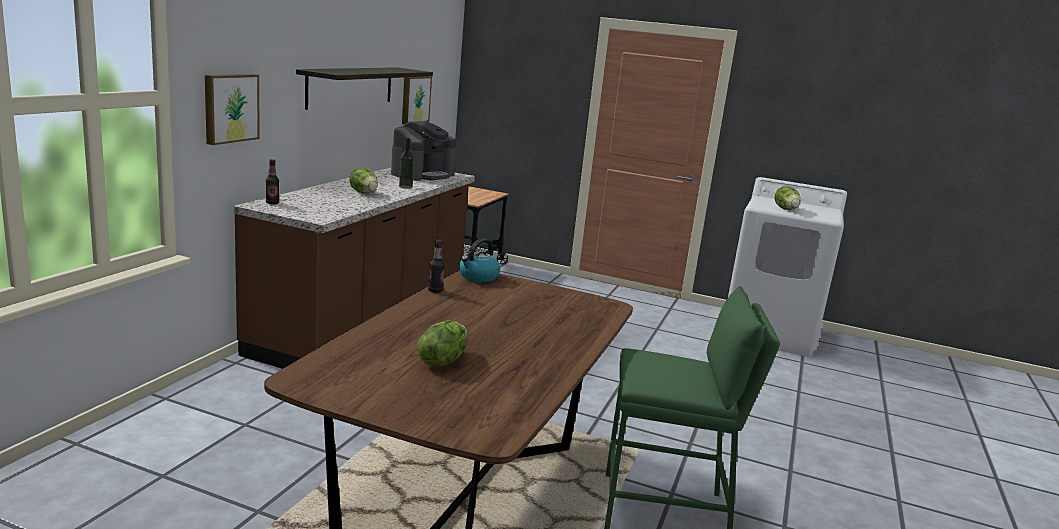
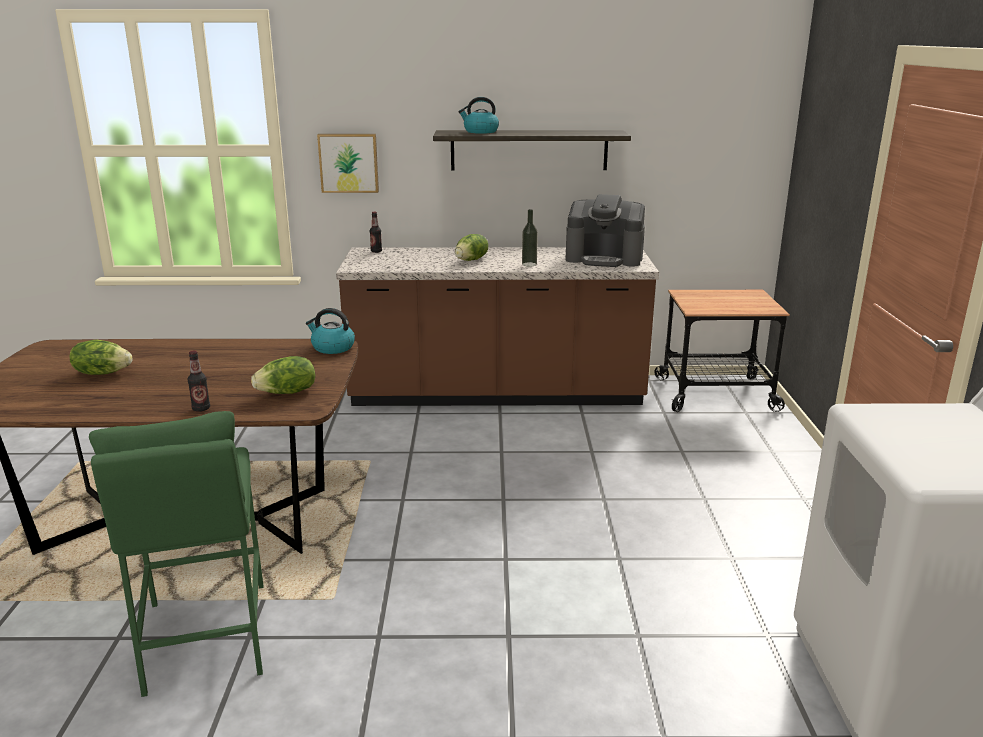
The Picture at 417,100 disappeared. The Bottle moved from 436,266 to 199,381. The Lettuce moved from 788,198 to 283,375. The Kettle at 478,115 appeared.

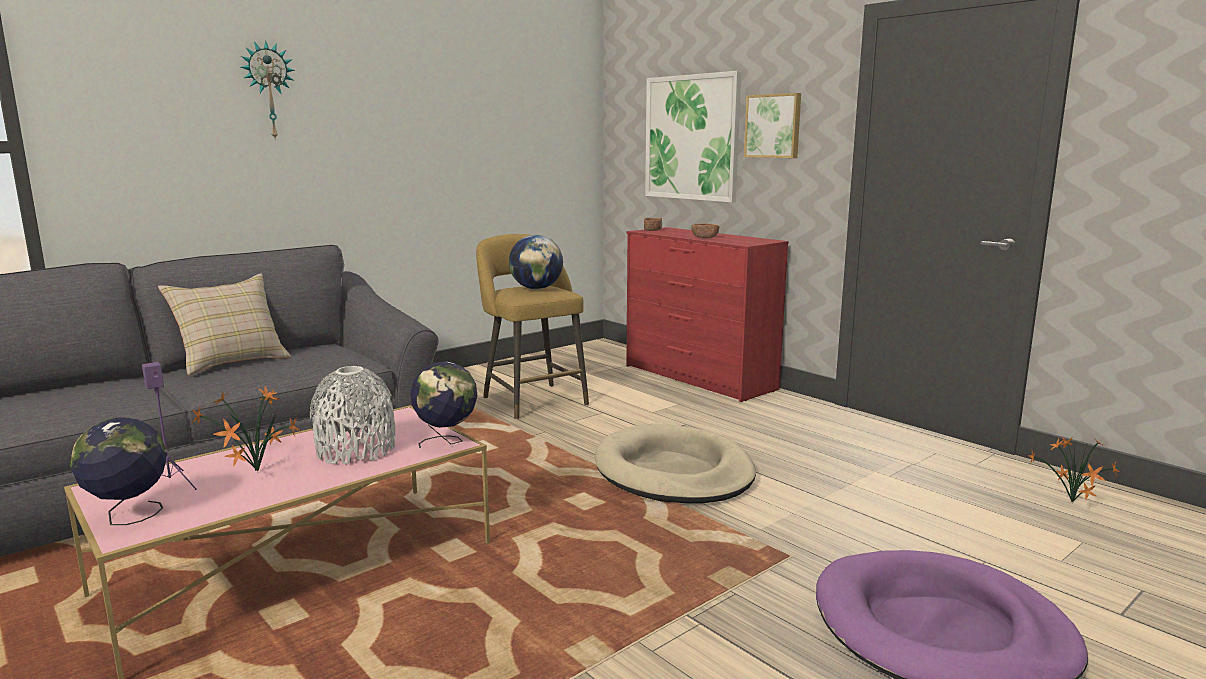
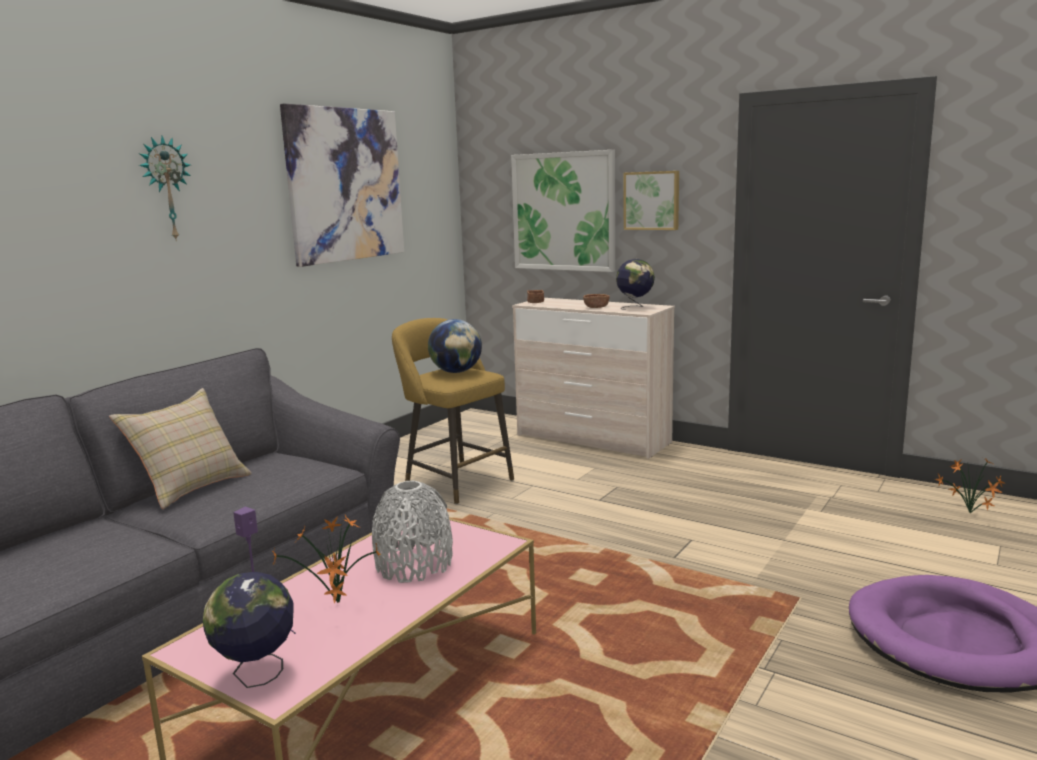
The Globe moved from 443,405 to 635,284. The BeigeDogBed at 675,464 disappeared. The RedDresser at 707,314 became the BeigeDresser at 593,378. The Picture at 342,185 appeared.

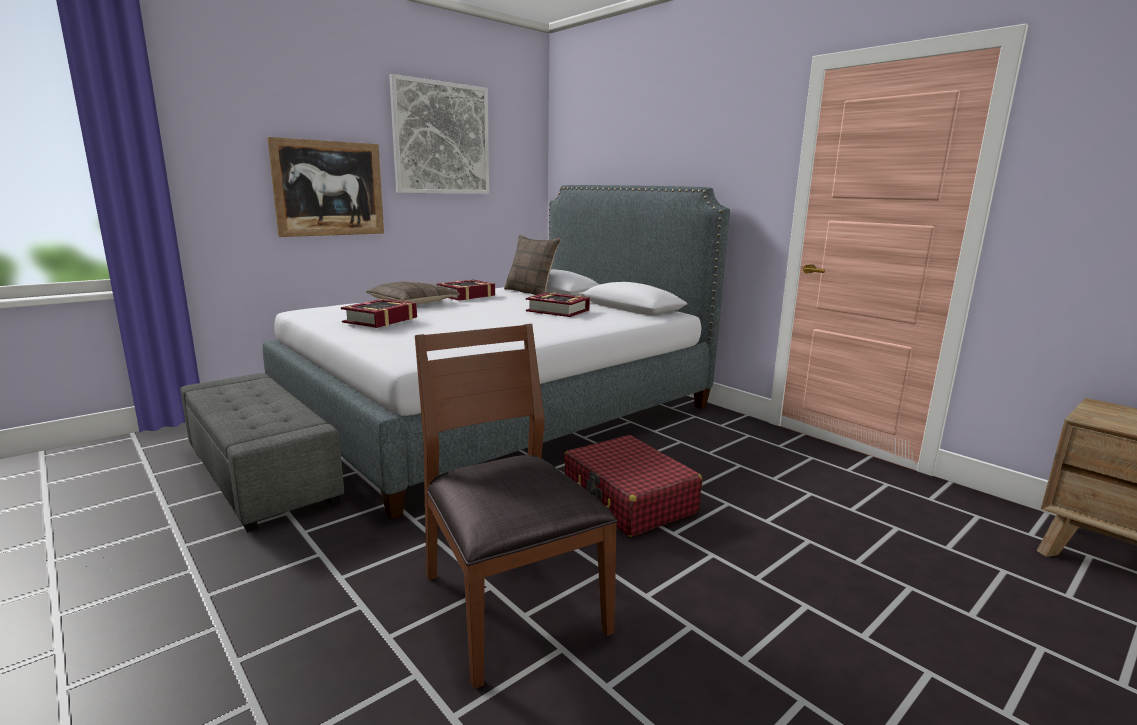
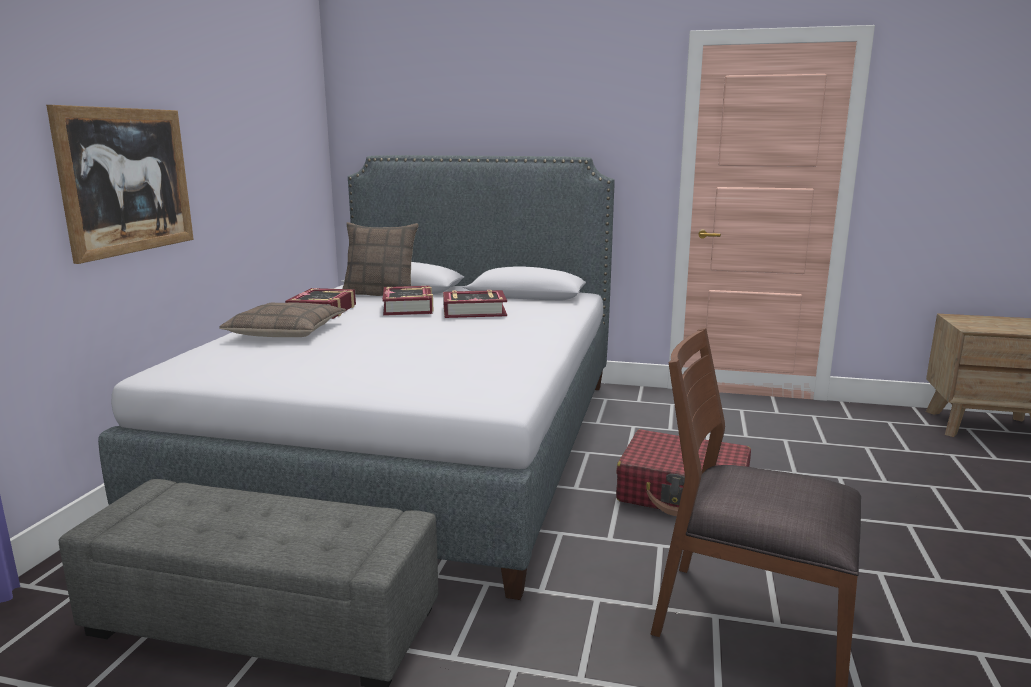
The Book moved from 379,313 to 408,301. The Picture at 439,134 disappeared.

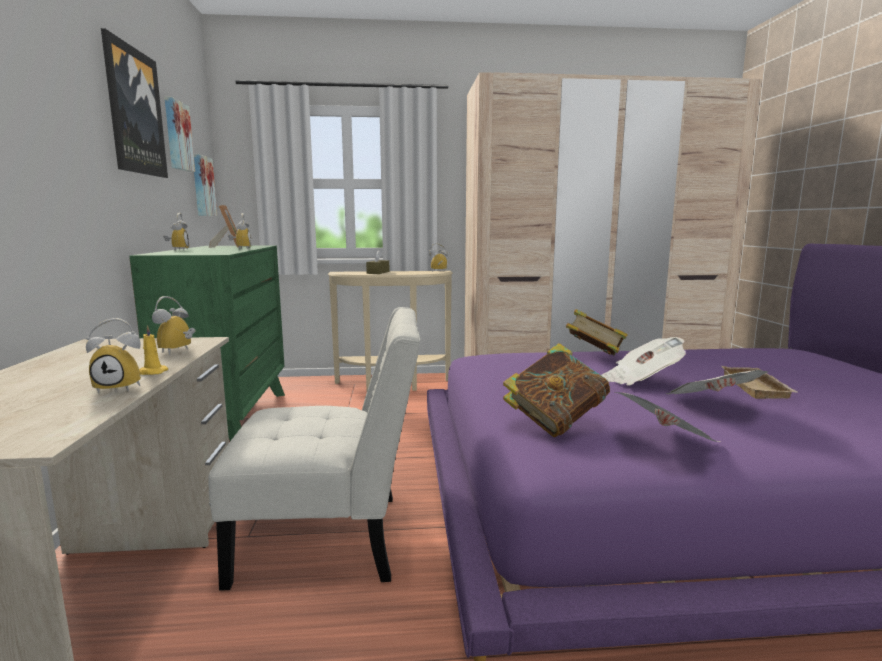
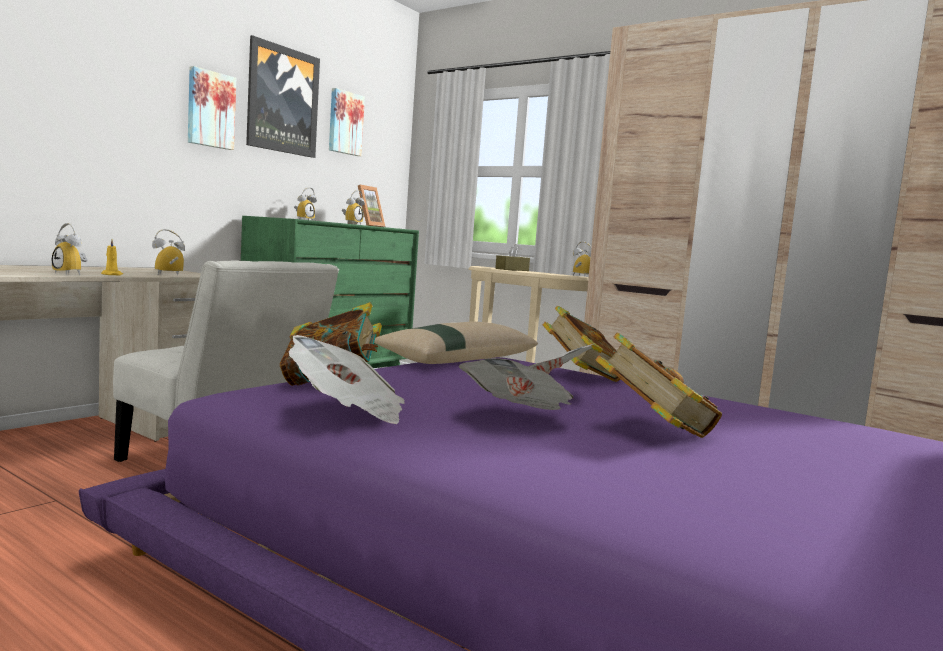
The Picture moved from 205,185 to 212,108. The BeigeTray at 760,382 was replaced by the Book at 658,385. The BeigePillow at 456,342 appeared.

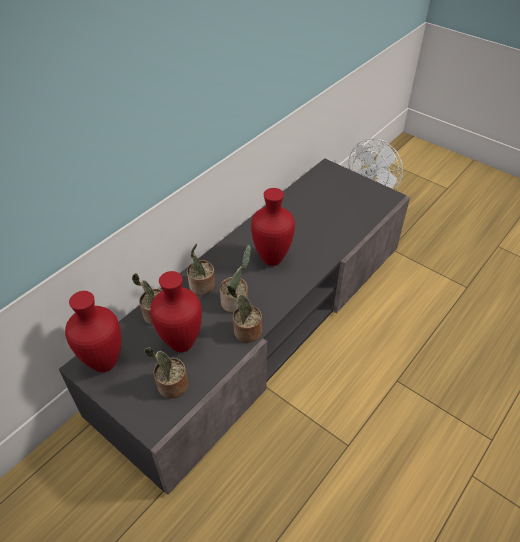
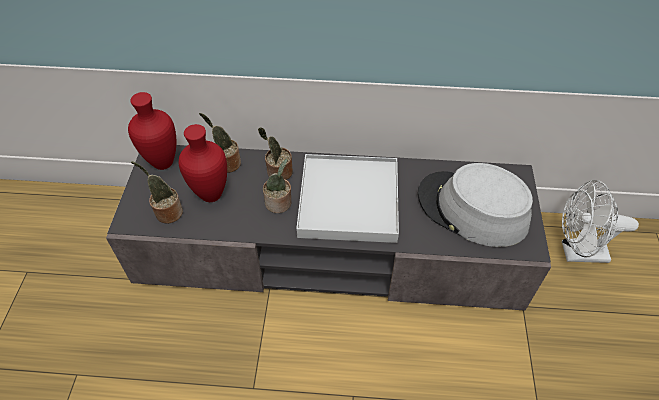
The PottedPlant at 244,314 disappeared. The RedVase at 273,227 was replaced by the WhiteTray at 347,198. The GreyHat at 475,205 appeared.

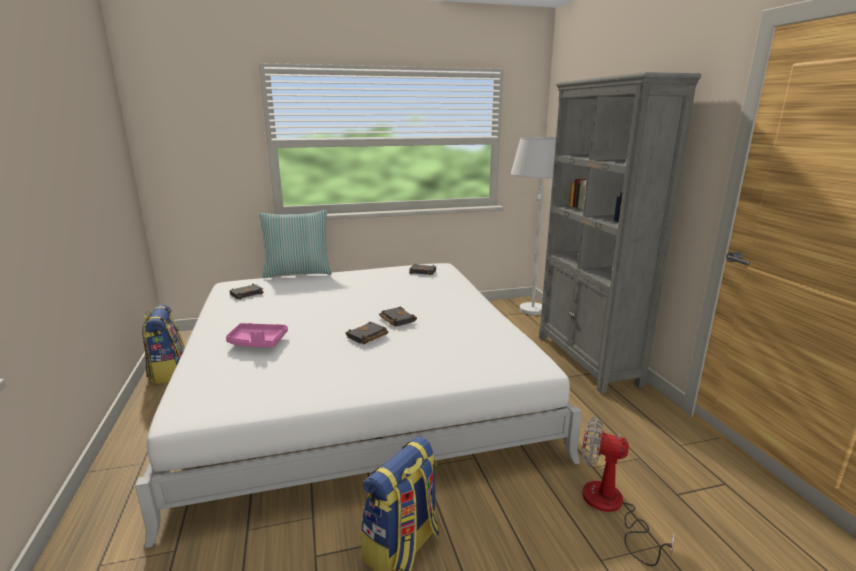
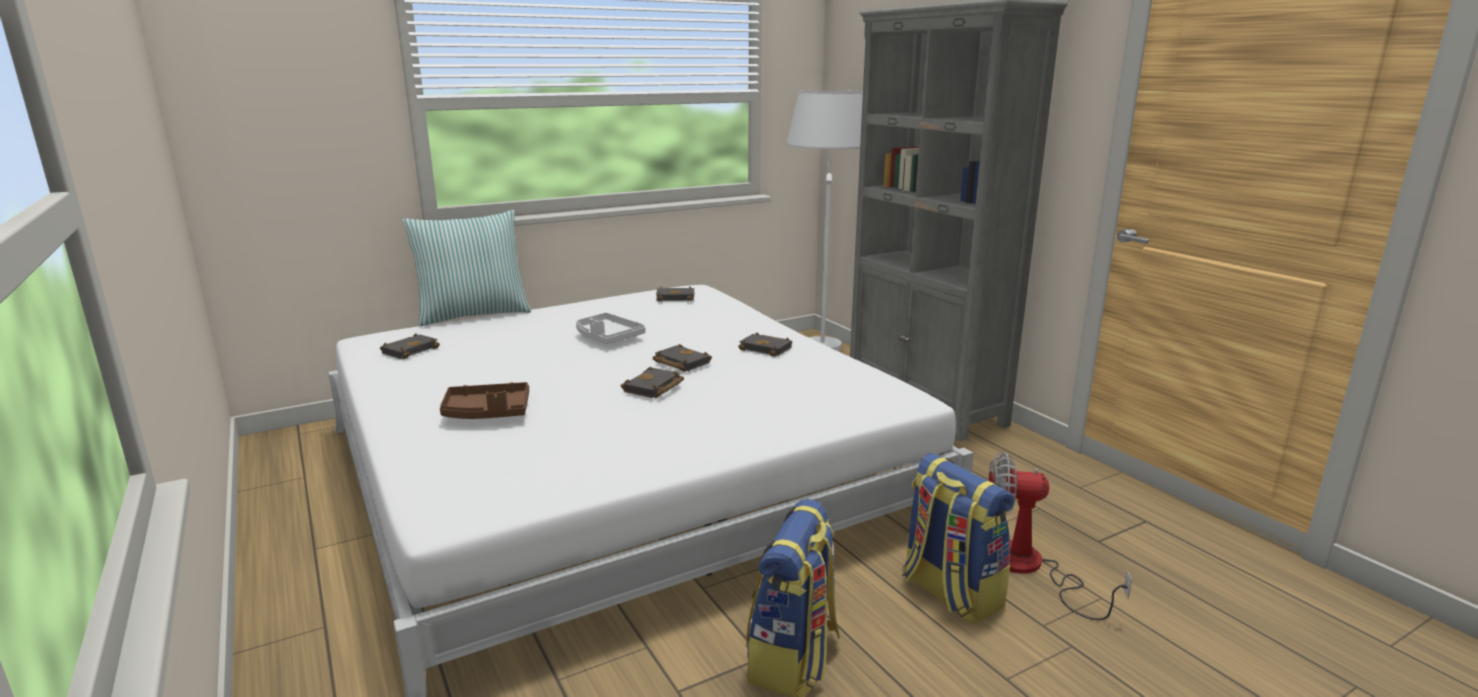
The Backpack moved from 163,344 to 958,538. The PinkTray at 257,335 became the BrownTray at 484,400. The GreyTray at 611,328 appeared. The BlackBook at 765,344 appeared.

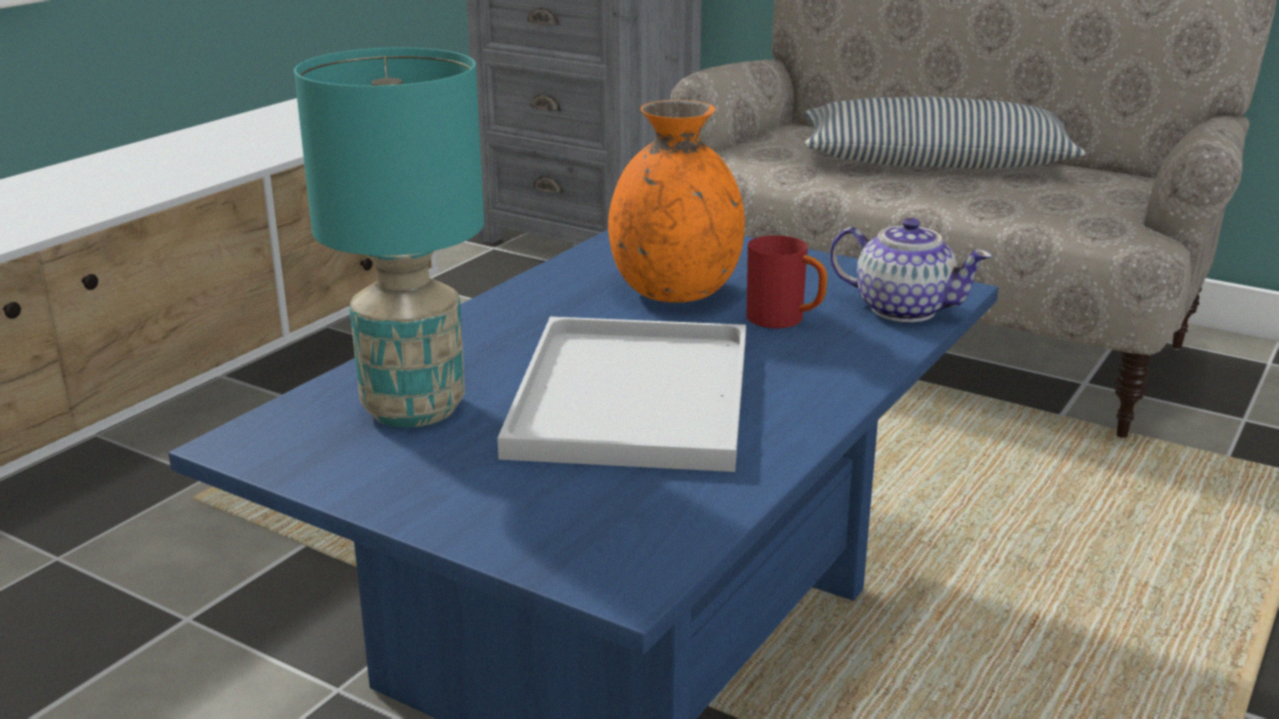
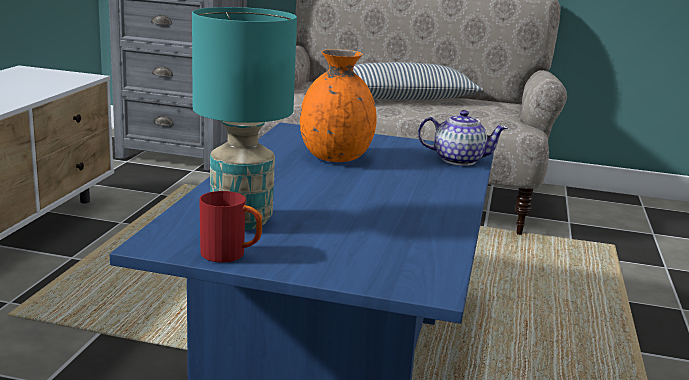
The WhiteTray at 621,394 disappeared. The RedMug moved from 787,281 to 231,227.

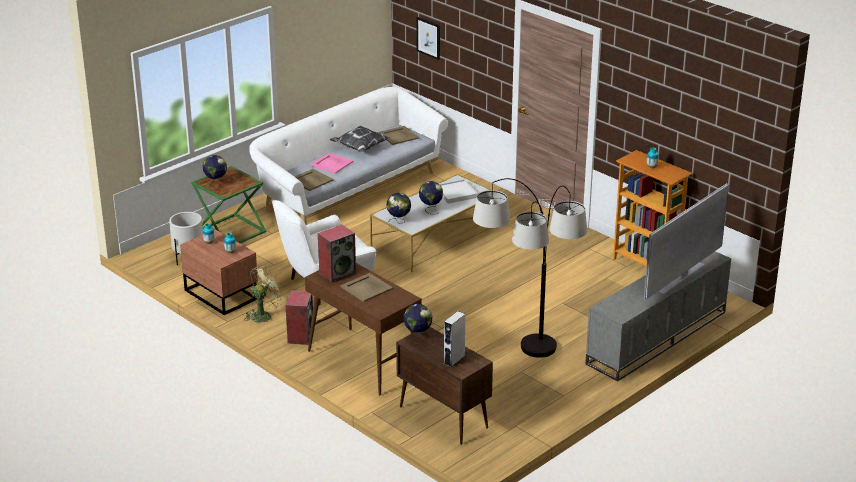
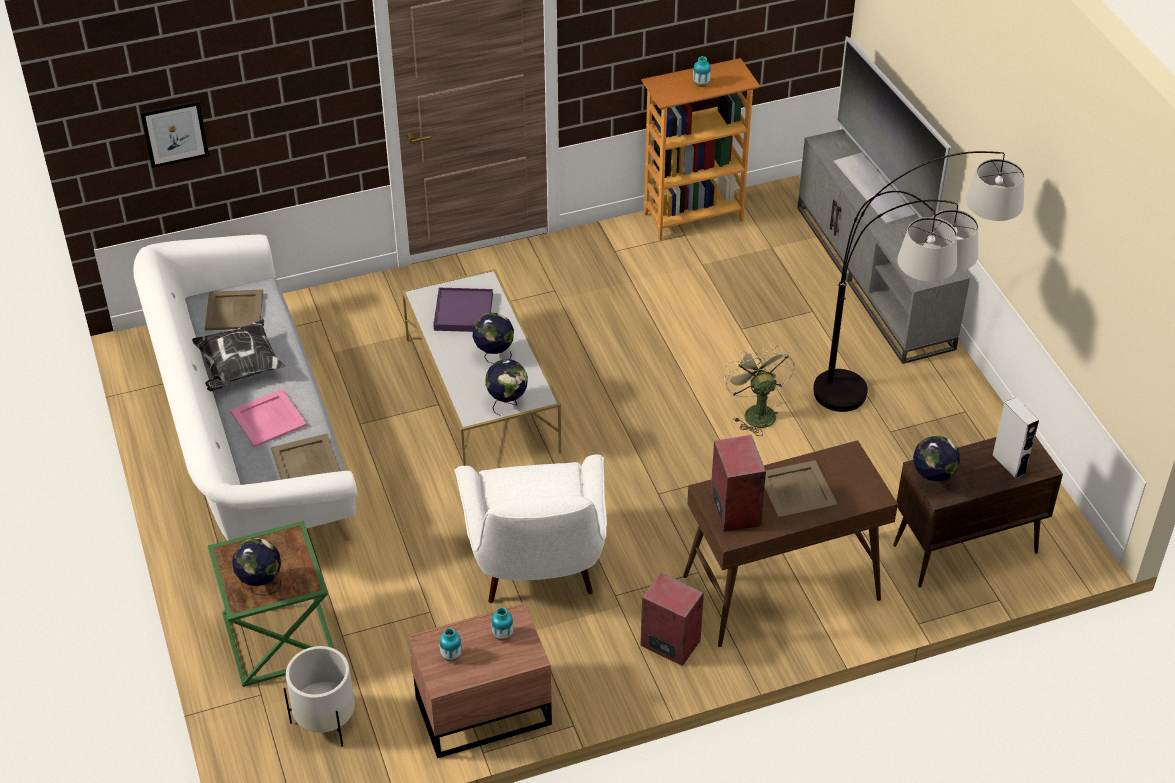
The GreenFan moved from 264,294 to 759,390. The WhiteTray at 459,191 became the PurpleTray at 463,310.

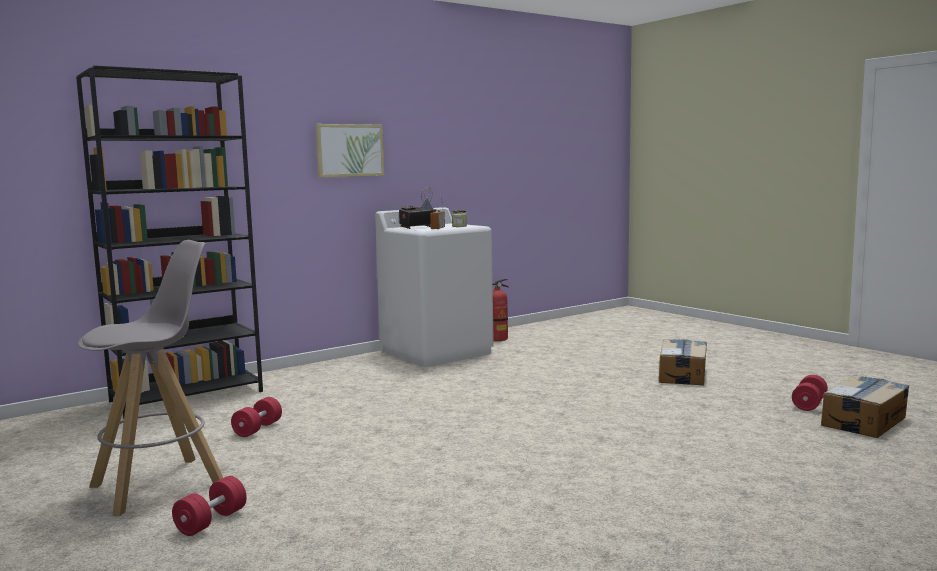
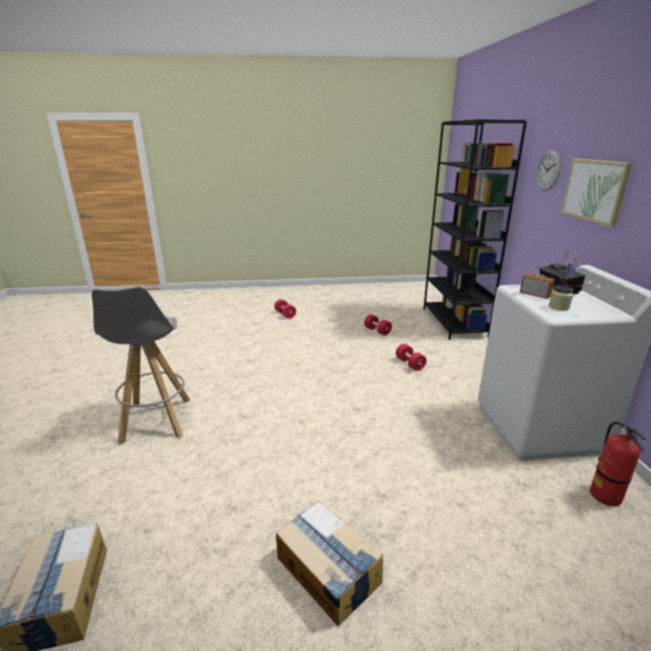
The GreyStool moved from 150,378 to 141,365. The RedDumbbell moved from 810,393 to 411,357. The WallClock at 548,170 appeared.

